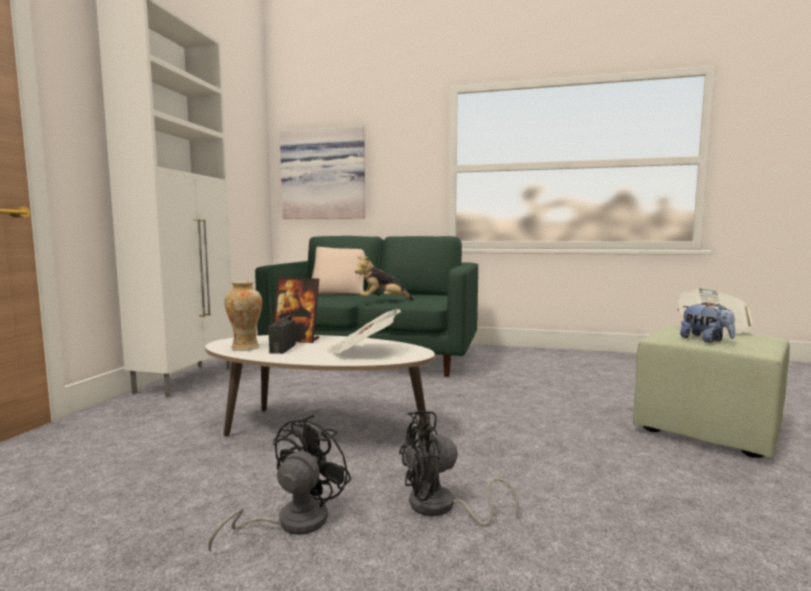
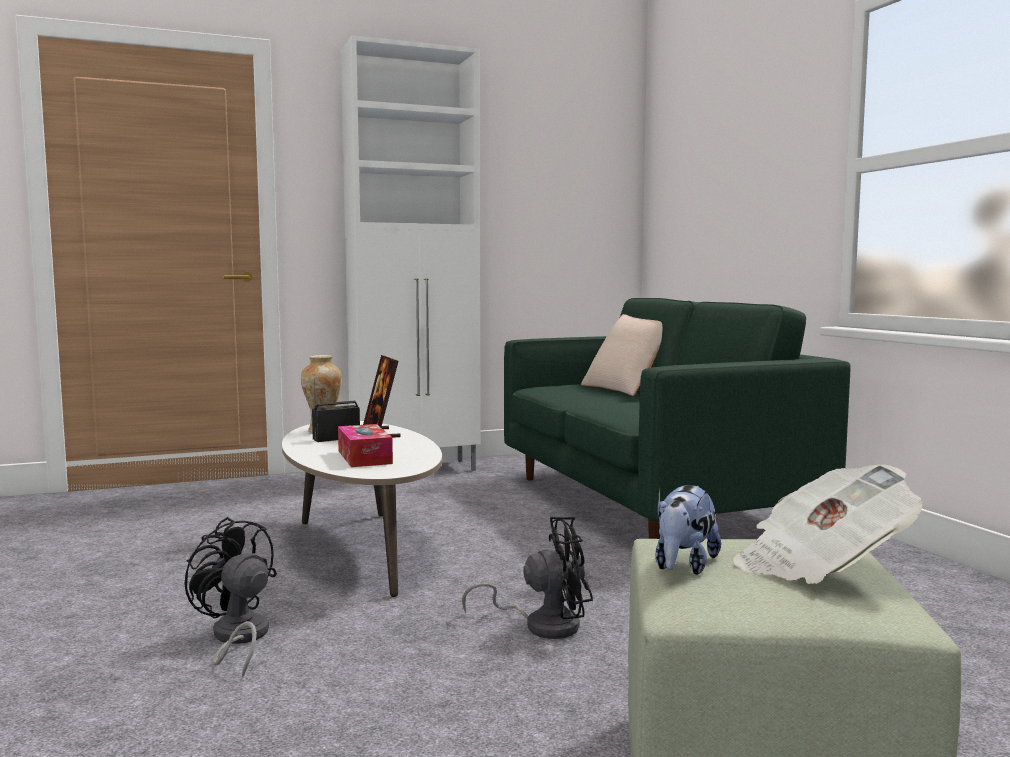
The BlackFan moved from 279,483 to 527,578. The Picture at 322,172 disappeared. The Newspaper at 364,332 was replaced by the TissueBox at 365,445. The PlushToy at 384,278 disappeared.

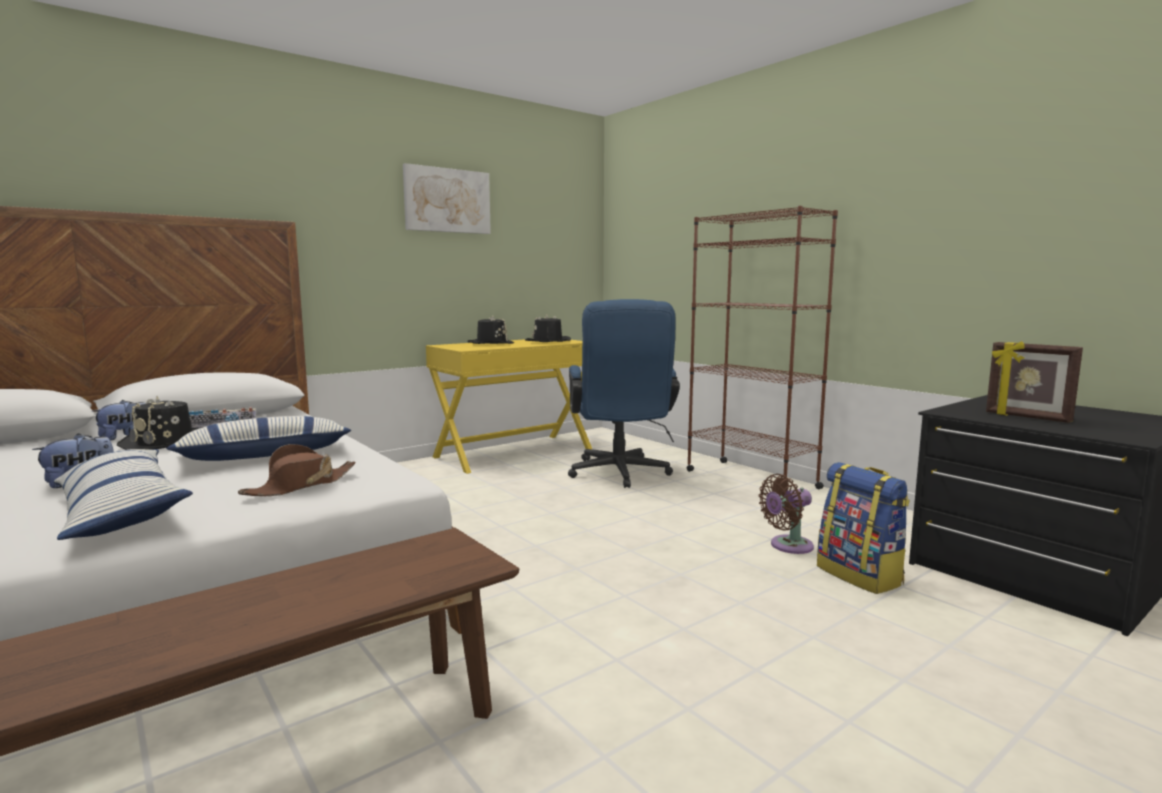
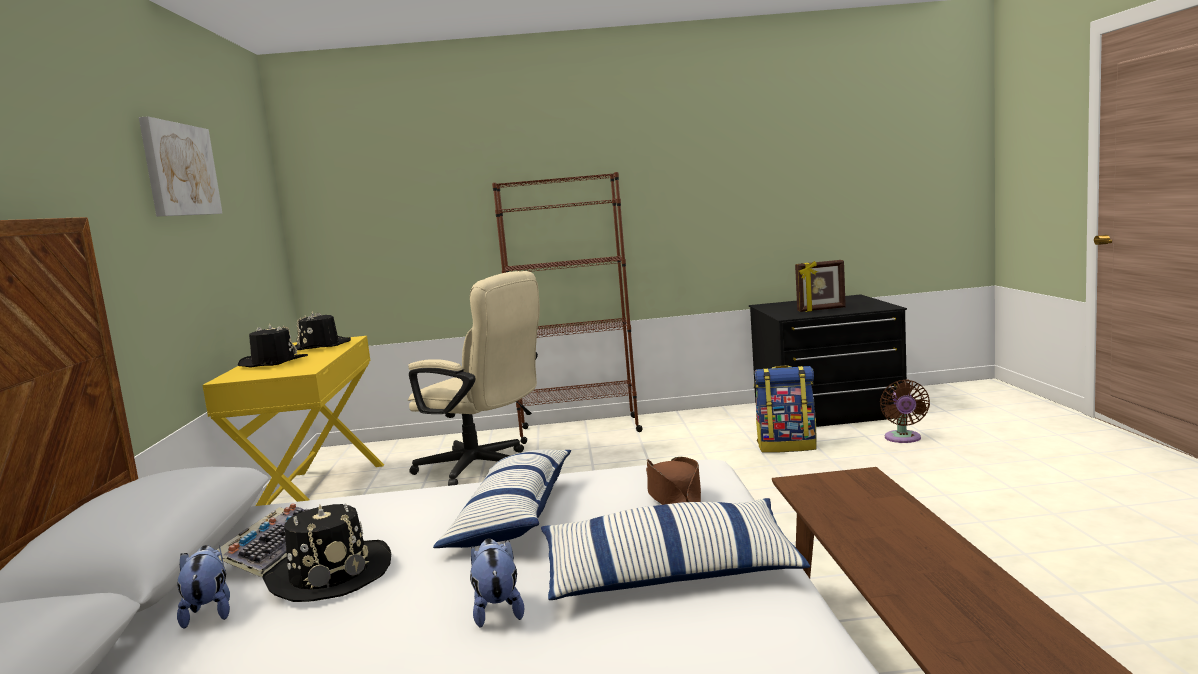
The BlueOfficeChair at 624,393 became the BeigeOfficeChair at 474,378. The BrownFan moved from 786,514 to 905,411.

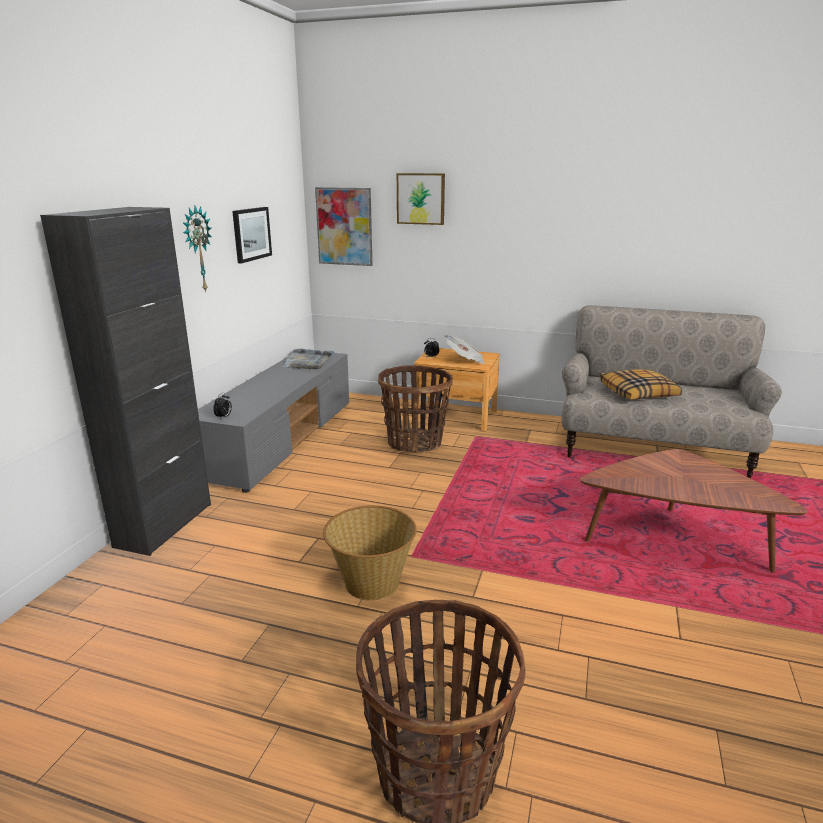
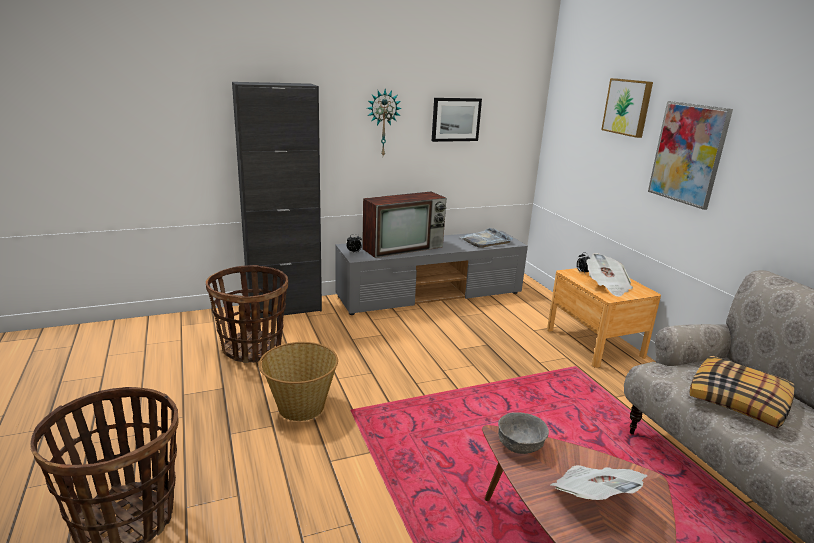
The Picture moved from 343,226 to 690,155. The Basket moved from 415,408 to 247,314. The Television at 404,225 appeared. The GreyBowl at 523,433 appeared. The Newspaper at 599,482 appeared.

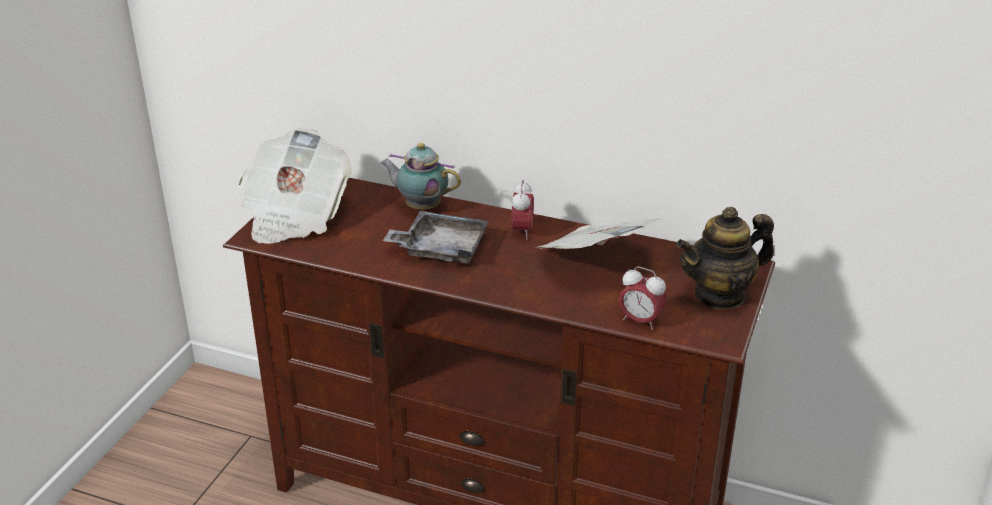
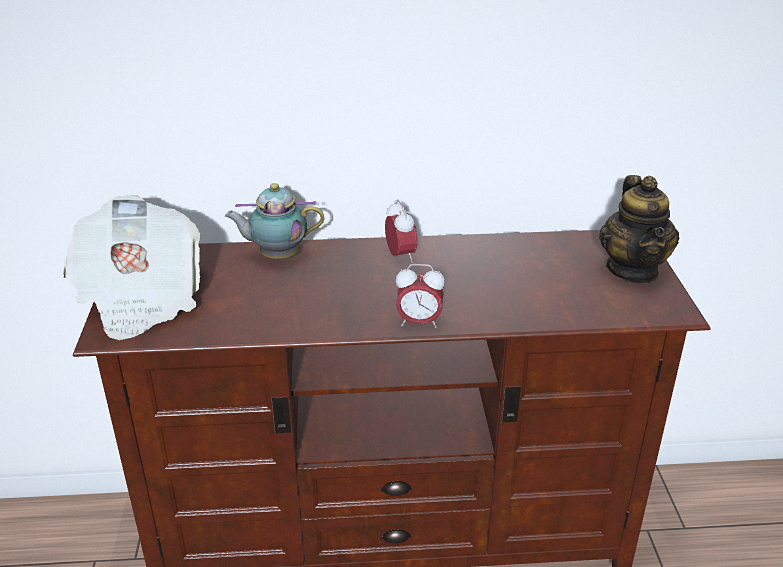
The GreyTray at 435,237 disappeared. The Newspaper at 599,234 disappeared. The AlarmClock moved from 642,298 to 420,296. The Teapot at 725,258 turned 45 degrees counterclockwise.

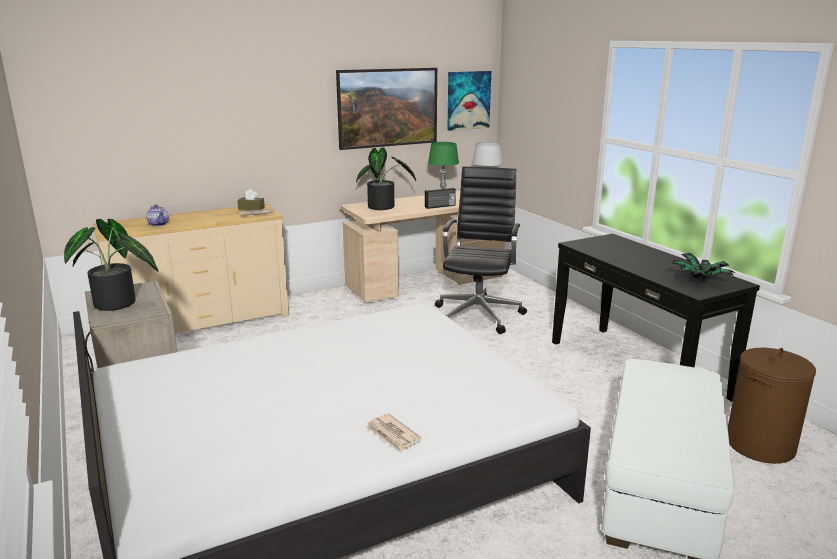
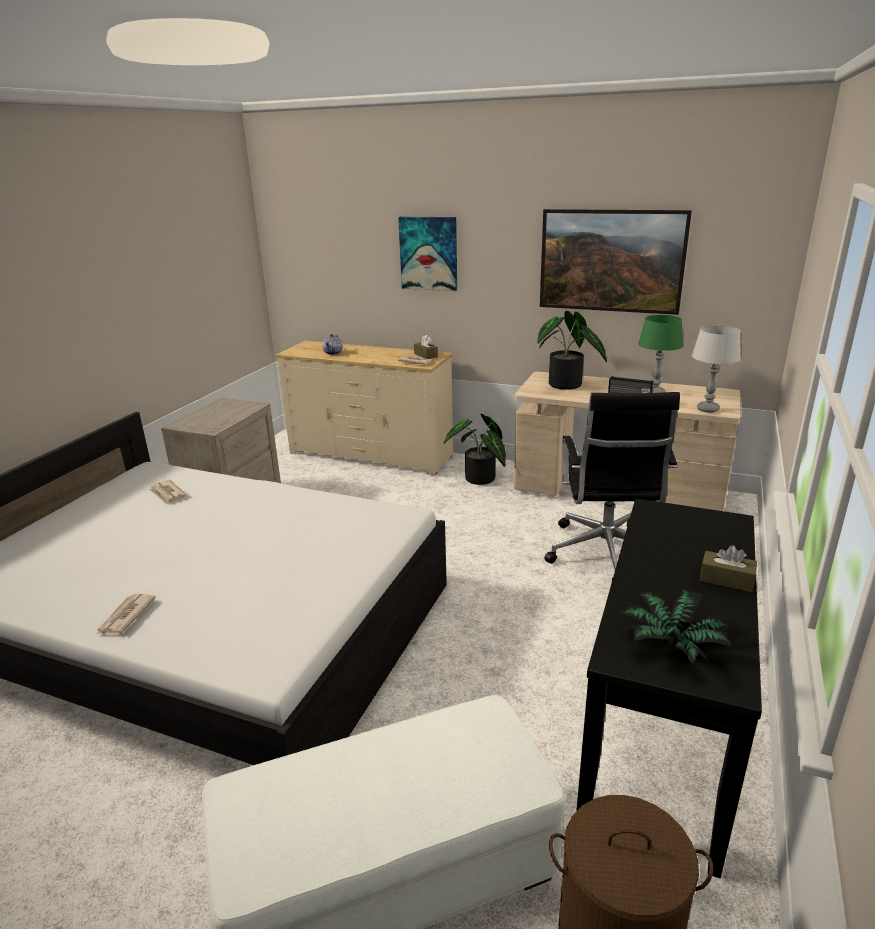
The PottedPlant moved from 111,265 to 475,449. The BlackOfficeChair at 481,250 turned 120 degrees clockwise. The Picture moved from 469,101 to 427,254. The Newspaper at 167,492 appeared. The BrownTissueBox at 728,568 appeared.

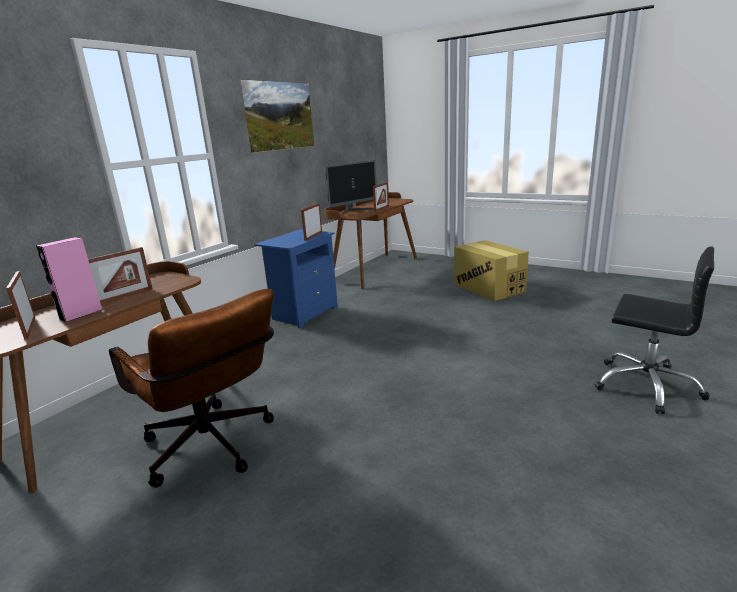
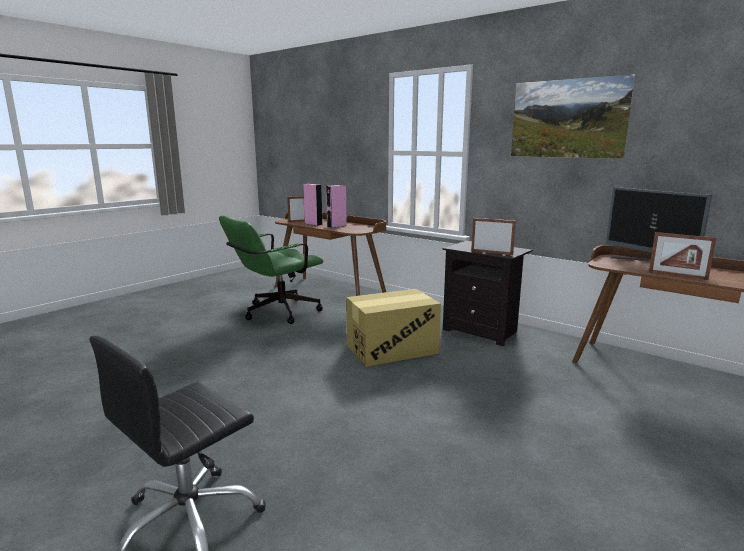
The PictureFrame at 120,275 was replaced by the PinkSpeaker at 336,206. The BrownOfficeChair at 191,388 became the GreenOfficeChair at 271,270. The BlueNightstand at 296,279 became the BlackNightstand at 488,293. The CardboardBox moved from 491,270 to 393,328.

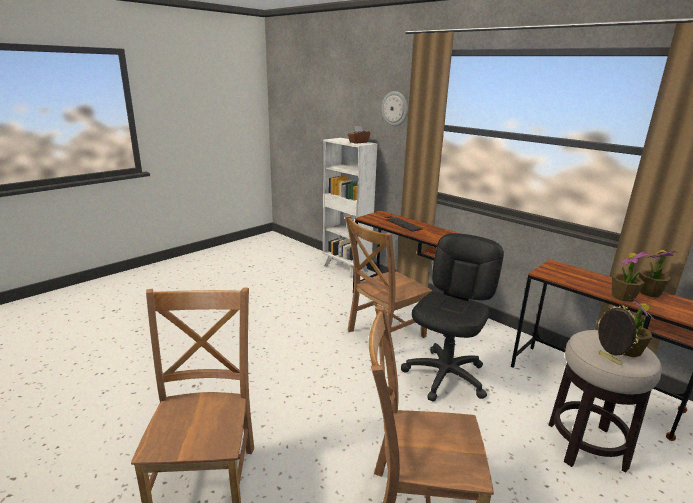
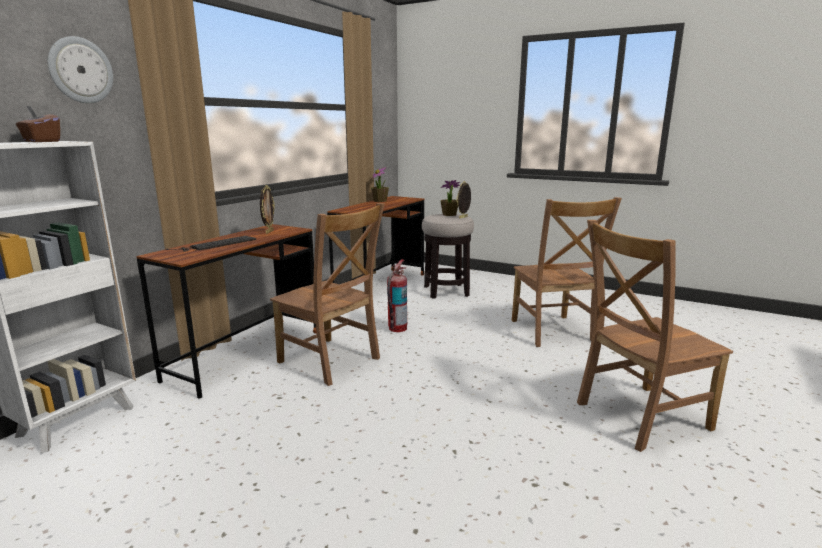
The BlackOfficeChair at 452,317 was replaced by the FireExtinguisher at 397,295. The PottedPlant at 630,277 disappeared. The PictureFrame at 267,209 appeared.

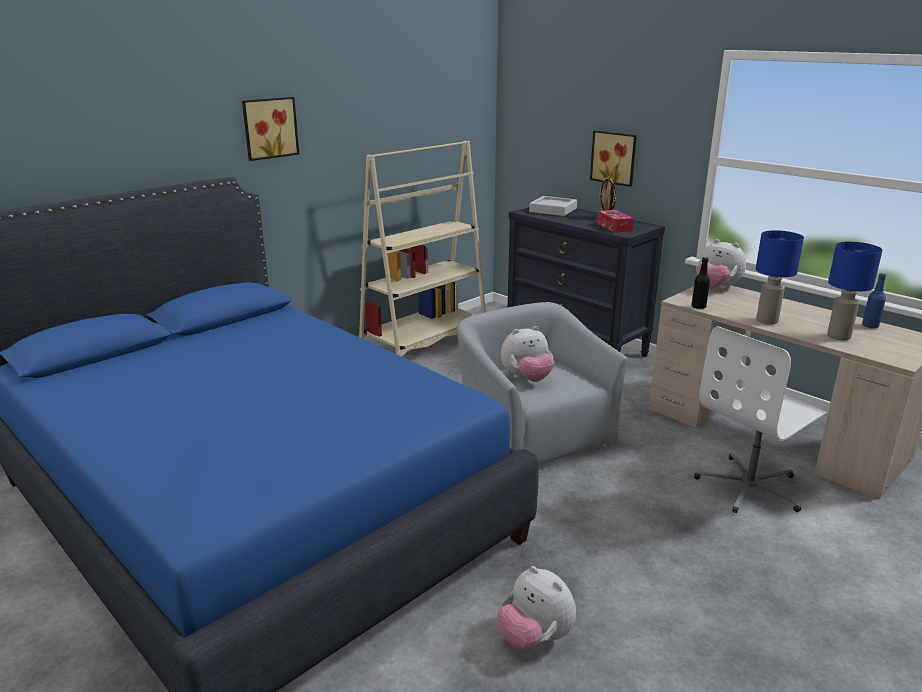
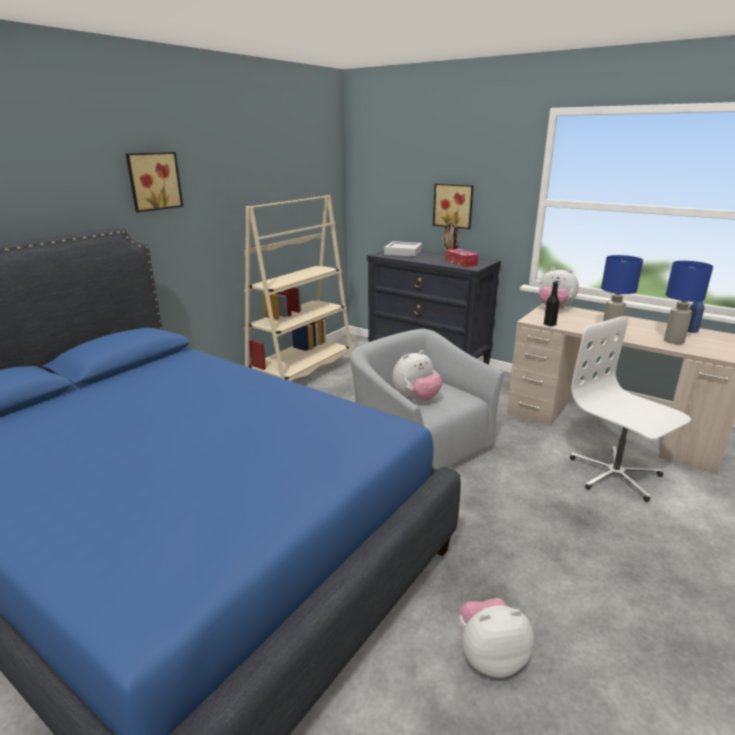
The PlushToy at 536,608 turned 135 degrees clockwise. The WhiteOfficeChair at 760,419 turned 105 degrees clockwise.

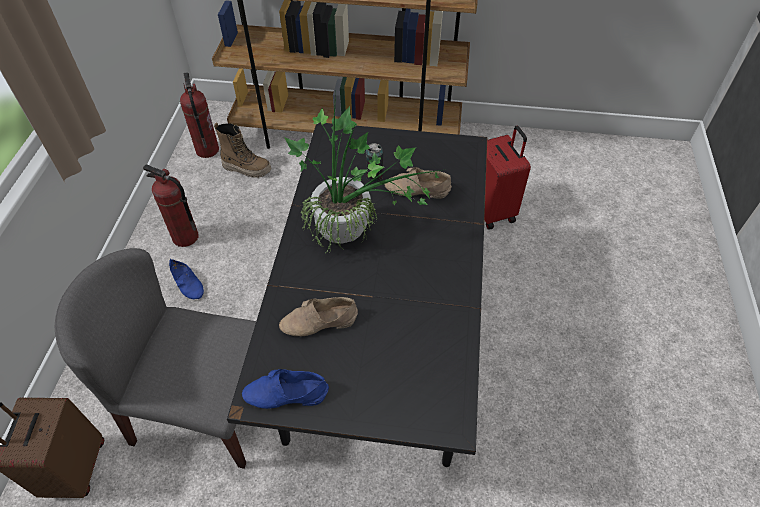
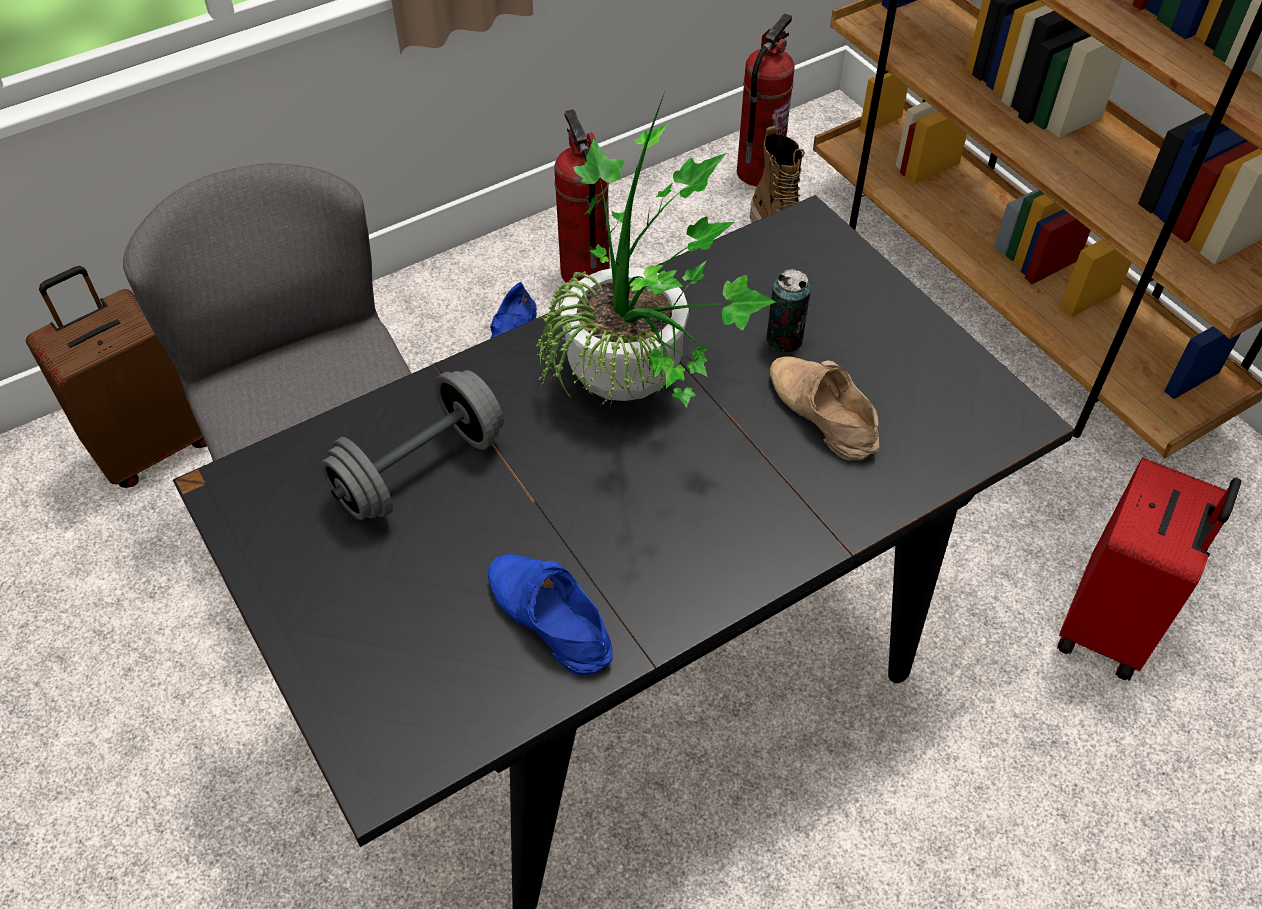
The BlueShoe moved from 285,389 to 550,615. The BeigeShoe at 318,316 was replaced by the GreyDumbbell at 412,445.

